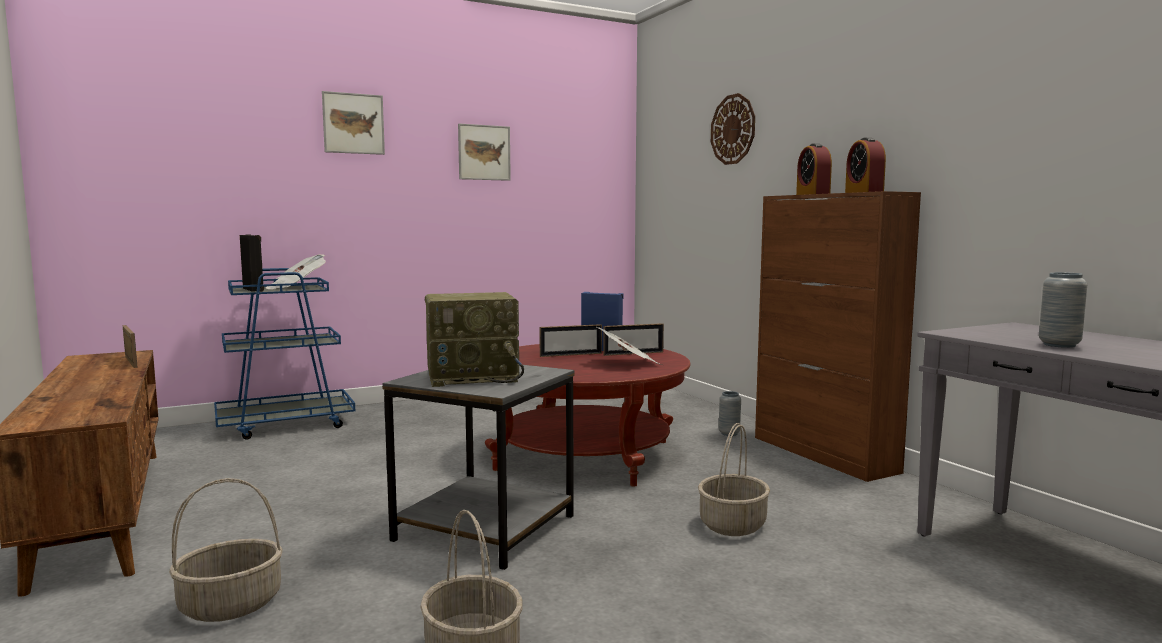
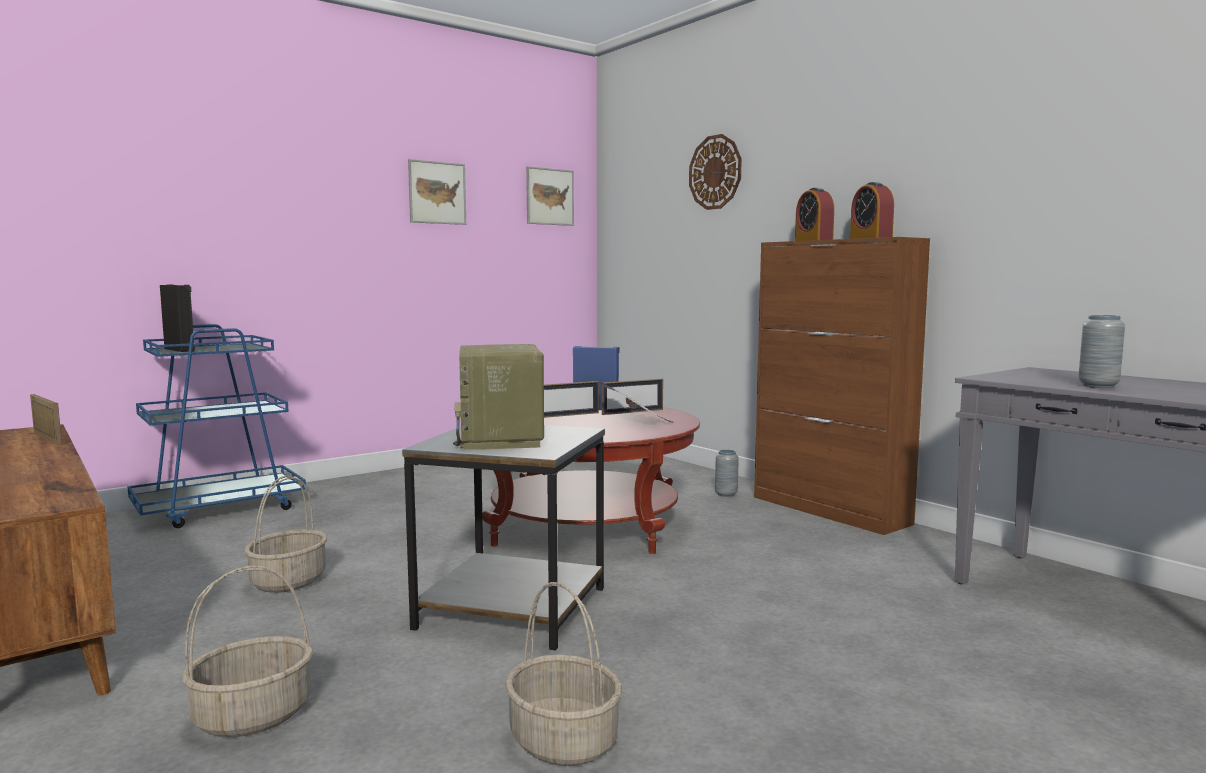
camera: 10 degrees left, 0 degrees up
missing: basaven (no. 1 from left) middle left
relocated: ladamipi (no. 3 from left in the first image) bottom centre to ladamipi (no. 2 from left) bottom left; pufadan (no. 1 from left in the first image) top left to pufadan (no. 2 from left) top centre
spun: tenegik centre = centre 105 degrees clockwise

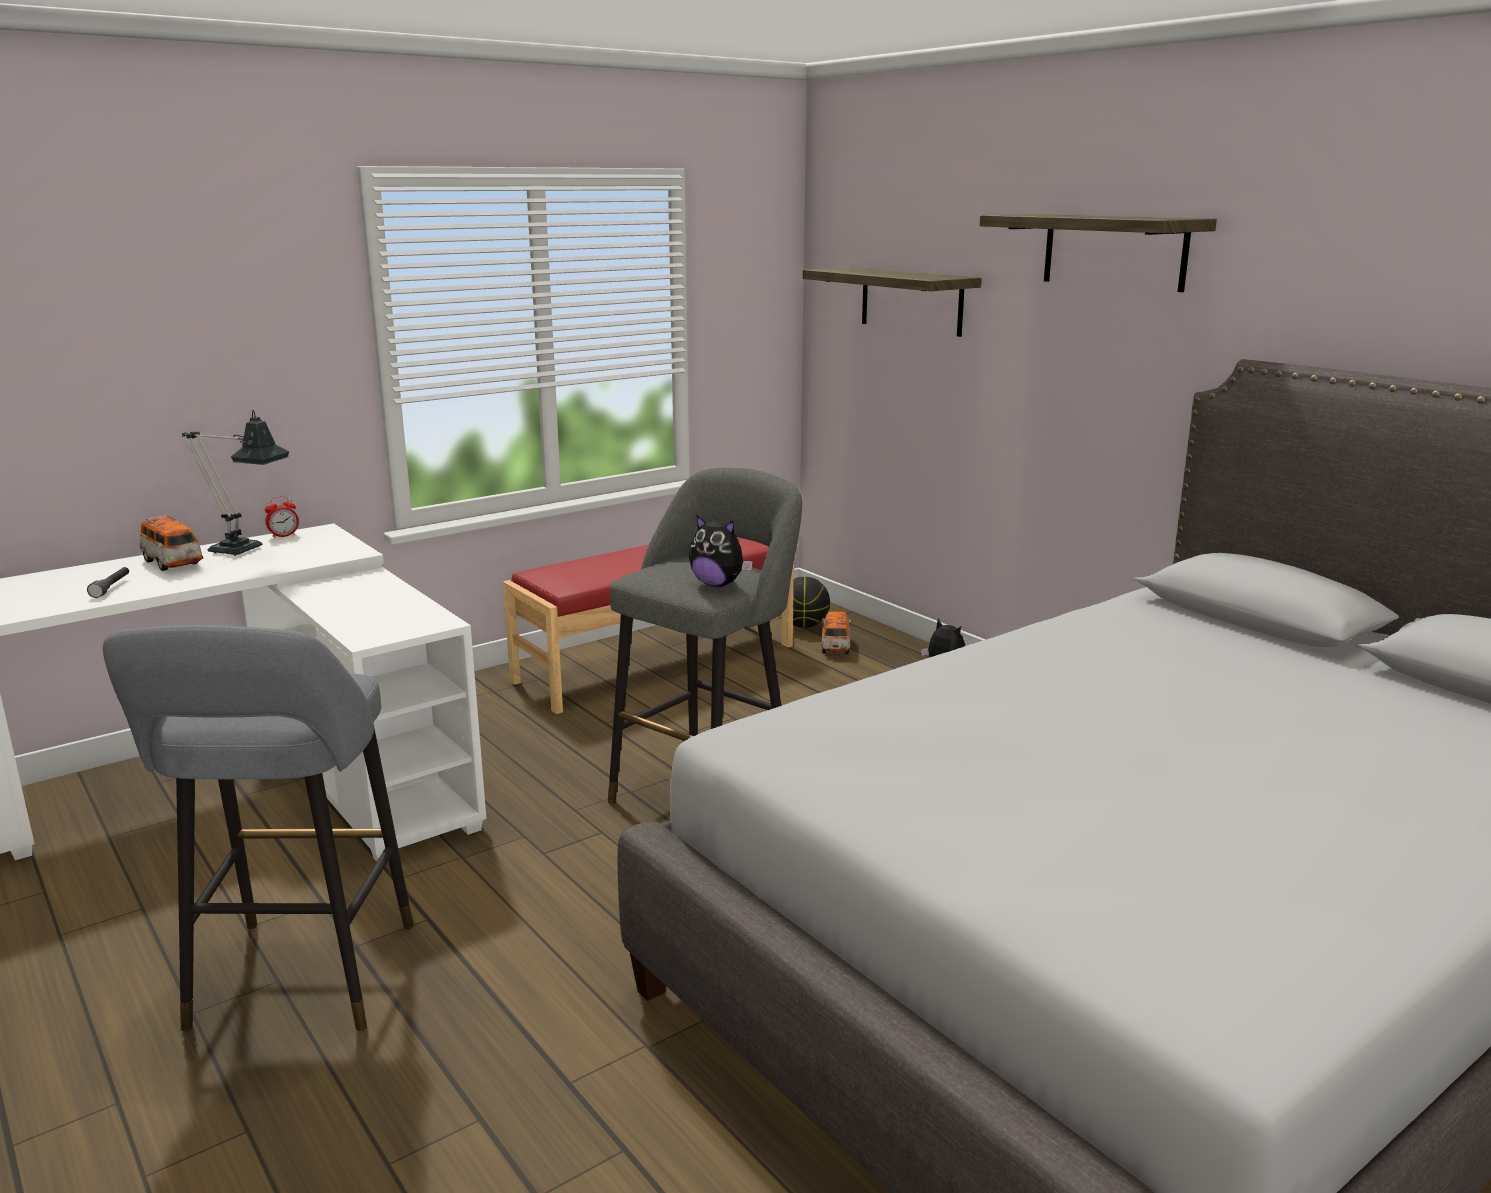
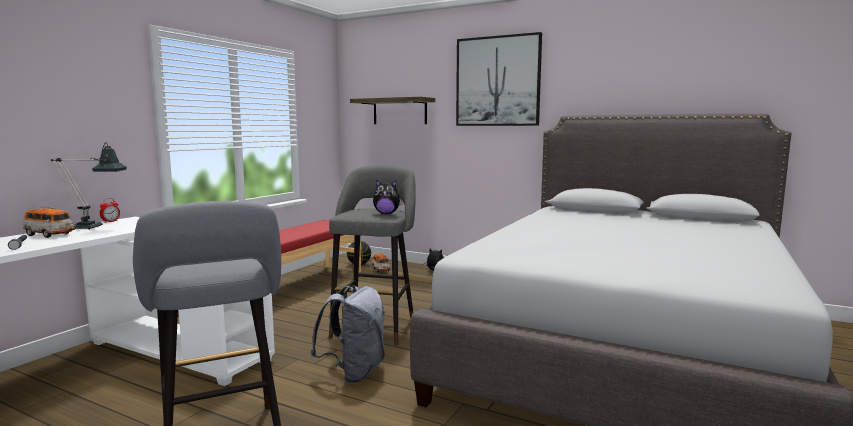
camera: 25 degrees left, 10 degrees down
appeared: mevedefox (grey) bottom centre
exchanged: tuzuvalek (no. 2 from left) top right to pufadan top centre

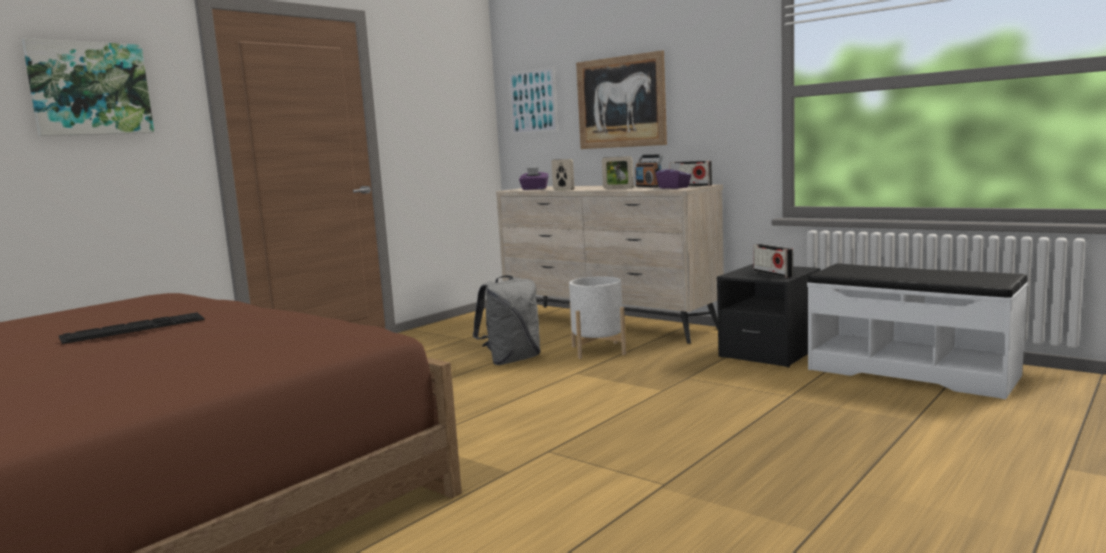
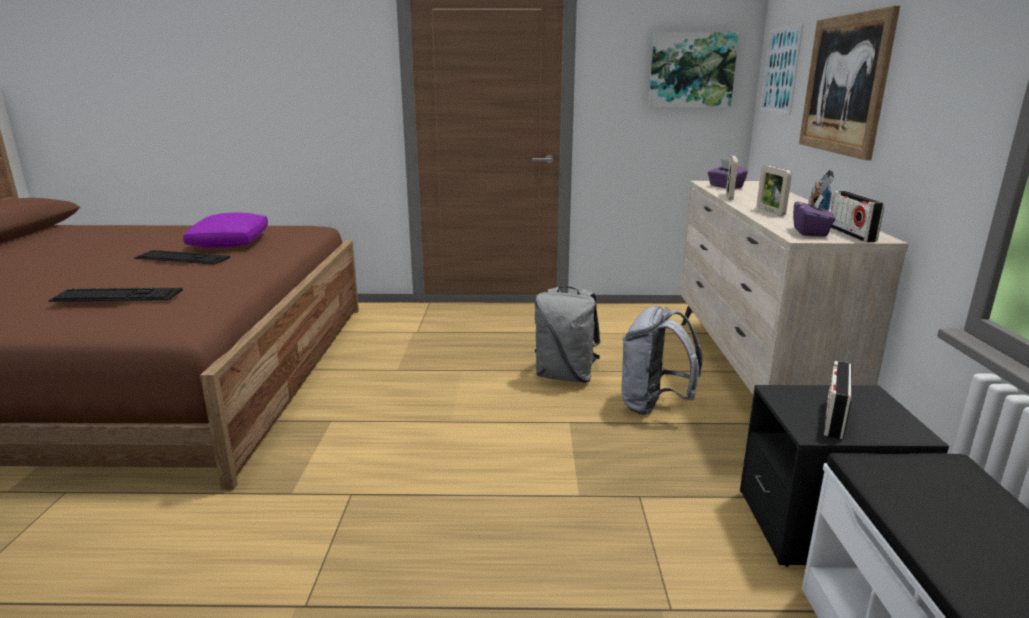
camera: 50 degrees right, 10 degrees up
appeared: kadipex (no. 1 from left) middle left; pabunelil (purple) middle left
relocated: pufadan (no. 1 from left) top left to top right
exchanged: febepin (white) centre to mevedefox (grey) (no. 2 from left) centre

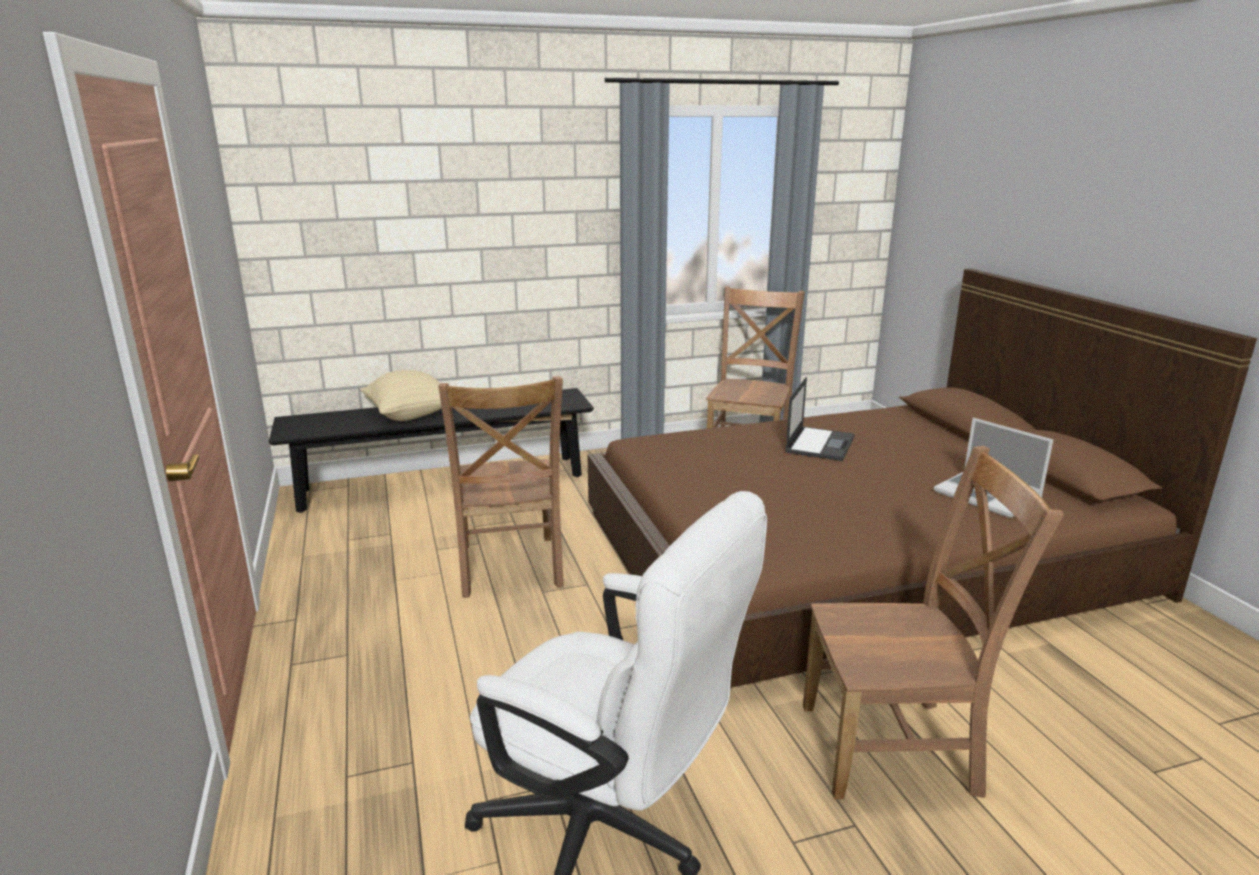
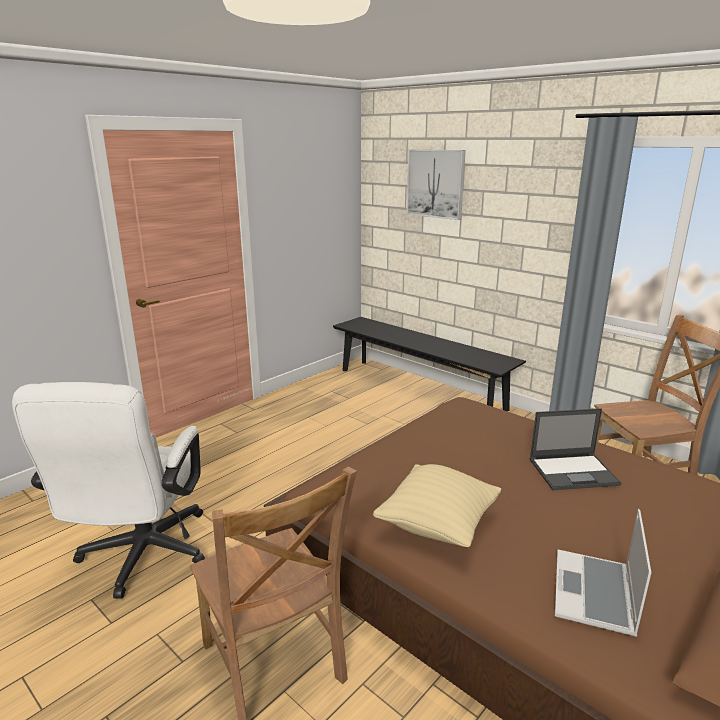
camera: 60 degrees right, 0 degrees up
missing: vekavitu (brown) (no. 1 from left) centre
appeared: pufadan top centre
relocated: pabunelil (beige) middle left to bottom centre

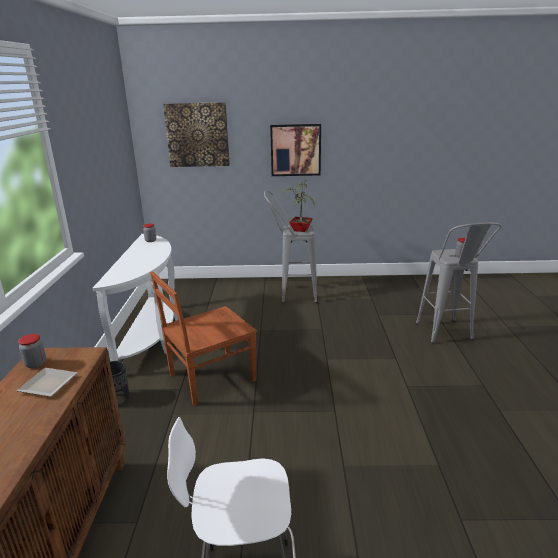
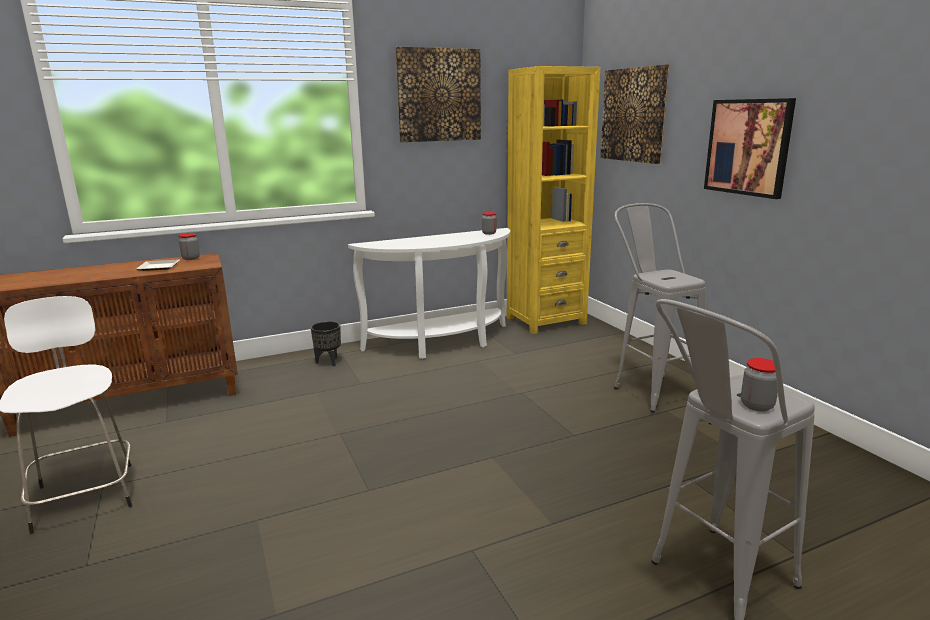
camera: 65 degrees right, 5 degrees down
missing: vekavitu (brown) centre; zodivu centre
appeared: pufadan (no. 1 from left) top centre; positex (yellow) top centre

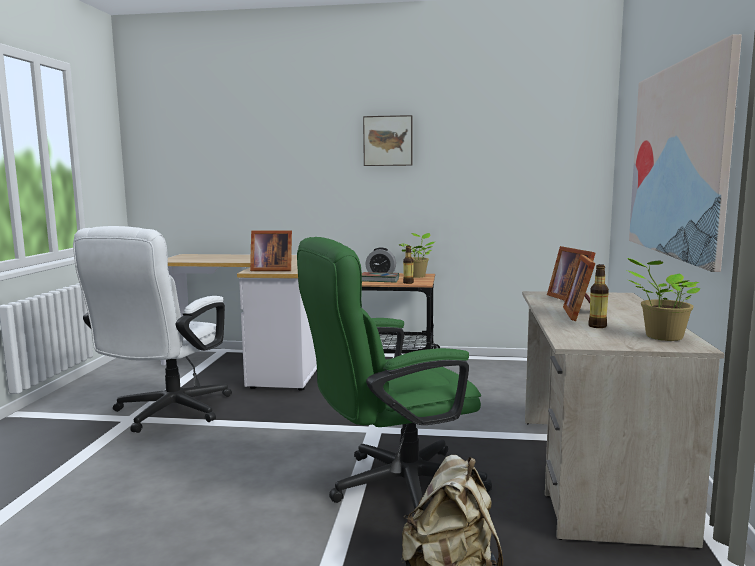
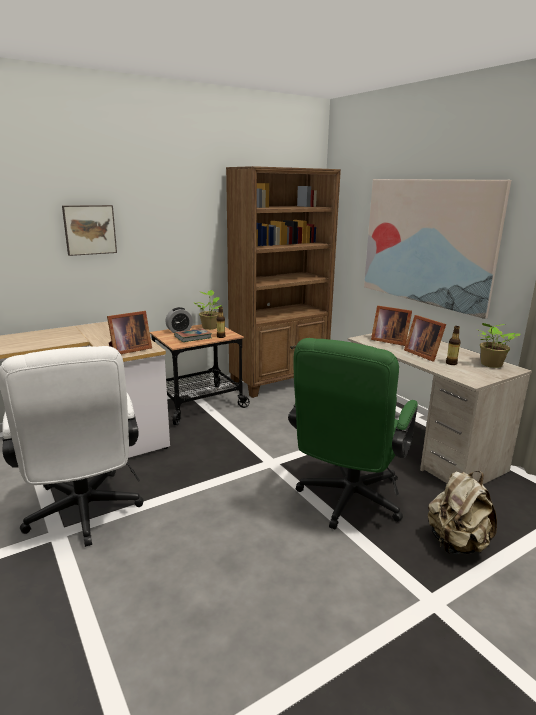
camera: 40 degrees left, 10 degrees up
appeared: positex (brown) centre
relocated: pufadan (no. 1 from left) top centre to top left

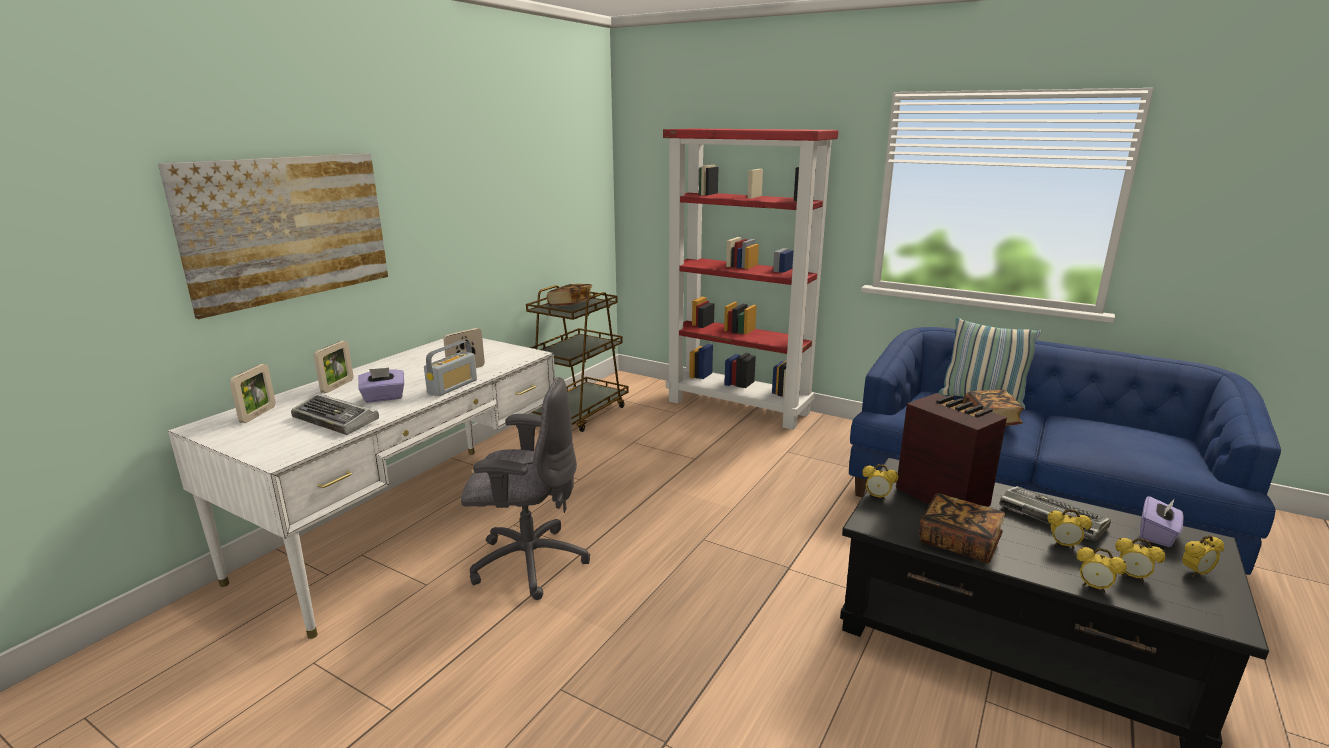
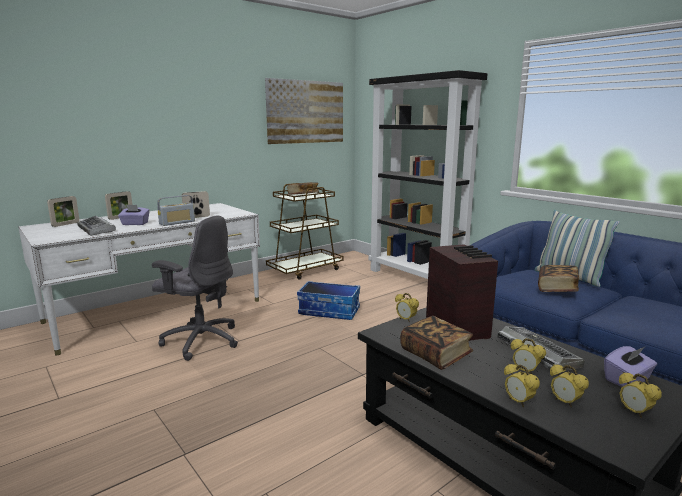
camera: 20 degrees right, 5 degrees down
appeared: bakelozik centre
relocated: pufadan top left to top centre
colour: positex (red) centre to positex (black) centre
spun: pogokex (no. 5 from left) bottom right = bottom right 60 degrees clockwise

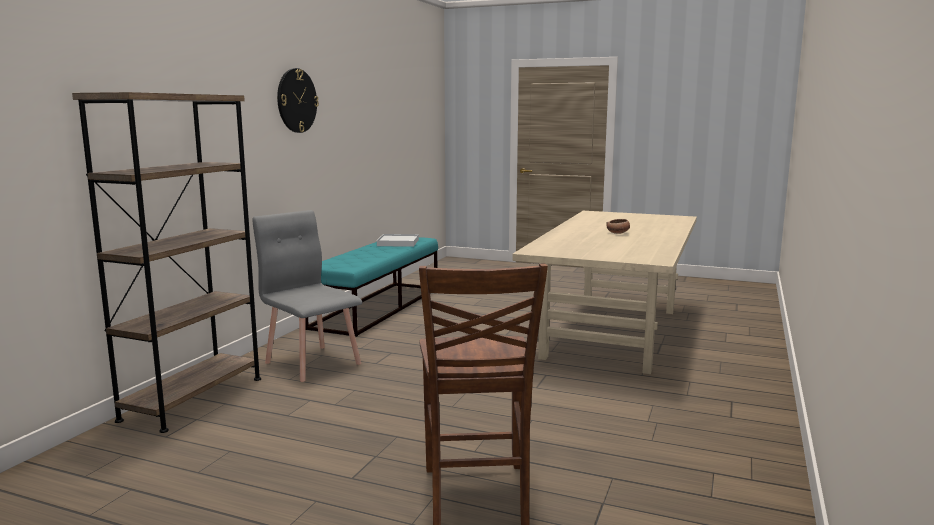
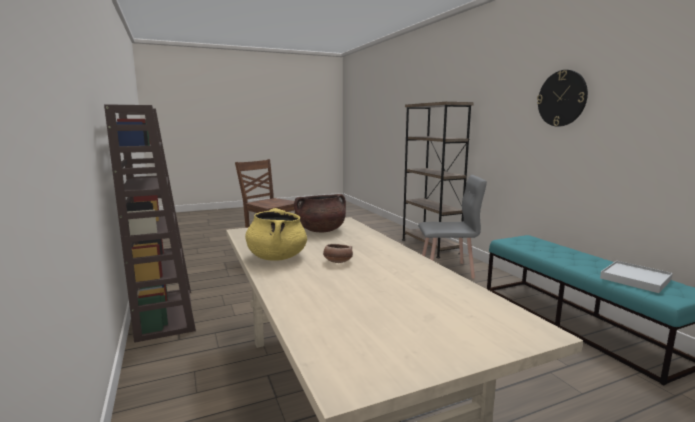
camera: 135 degrees right, 0 degrees up
appeared: positex (brown) (no. 1 from left) middle left; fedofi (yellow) centre; fedofi (brown) centre

